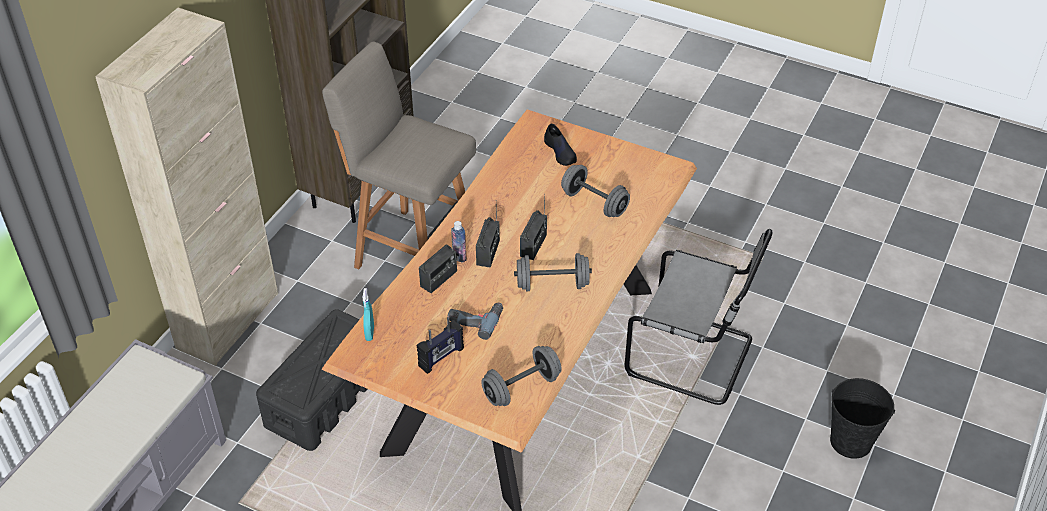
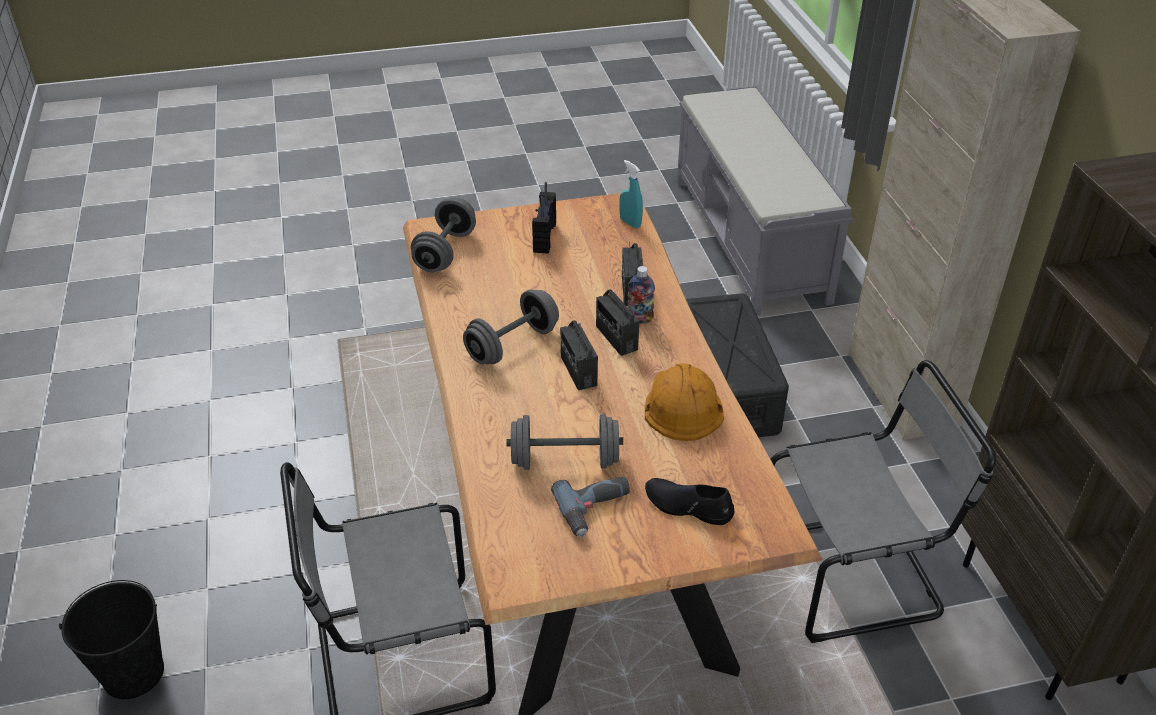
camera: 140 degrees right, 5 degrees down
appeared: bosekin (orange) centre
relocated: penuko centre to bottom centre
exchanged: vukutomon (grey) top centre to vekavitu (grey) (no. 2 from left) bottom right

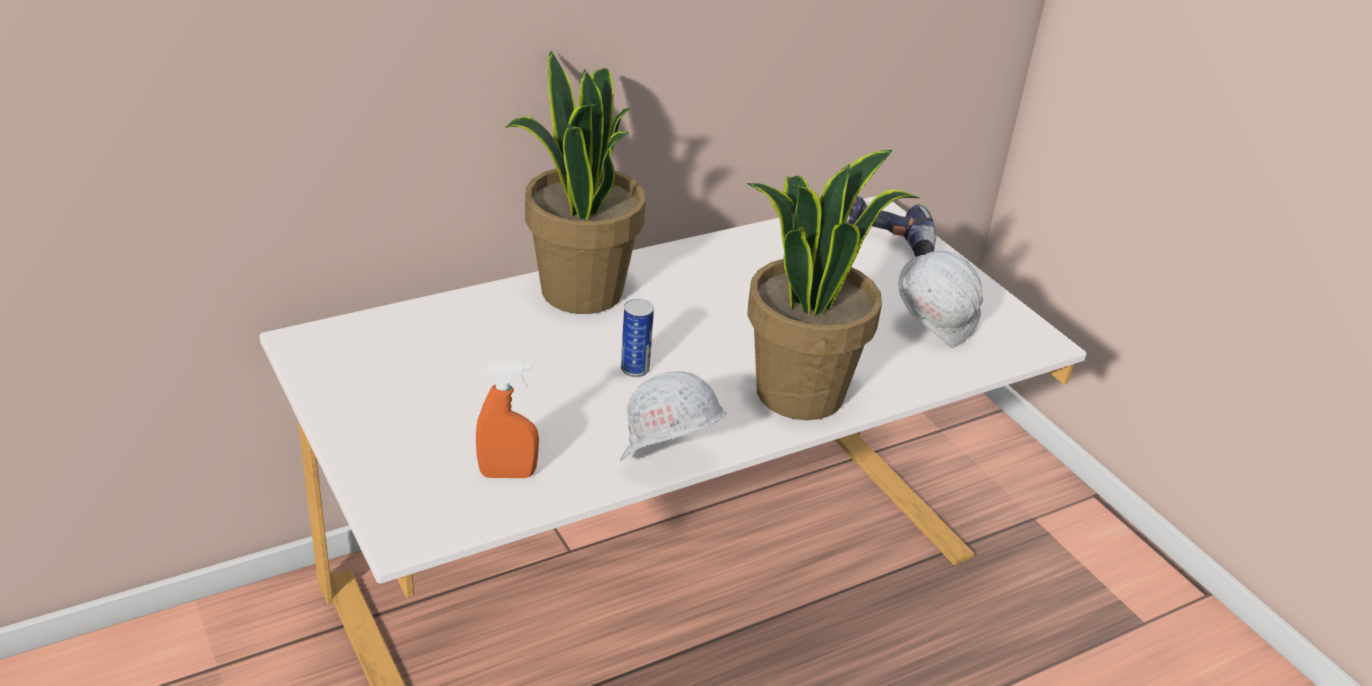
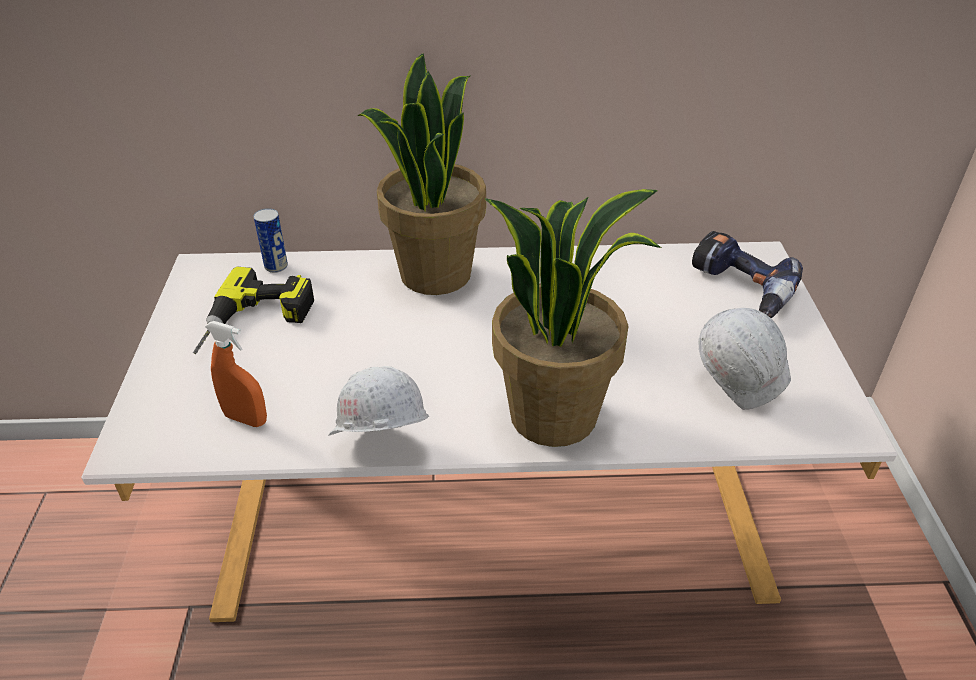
camera: 30 degrees right, 5 degrees up
appeared: penuko (no. 1 from left) middle left
relocated: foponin centre to middle left

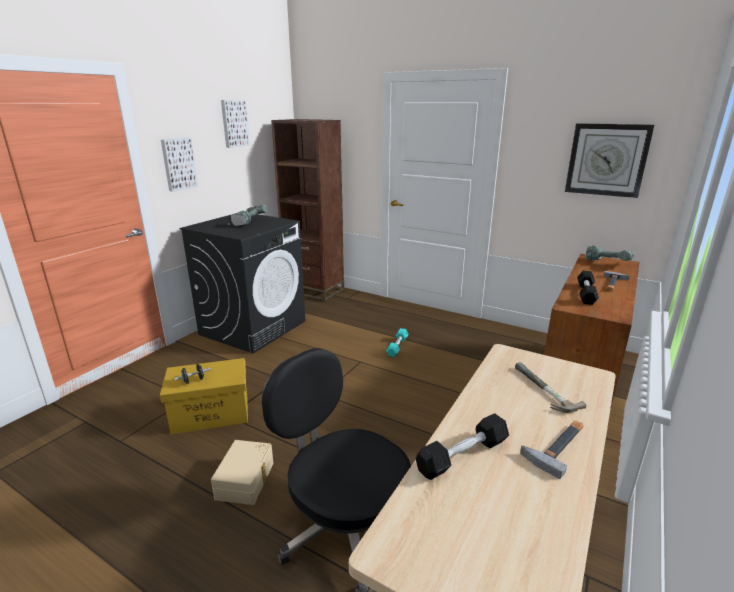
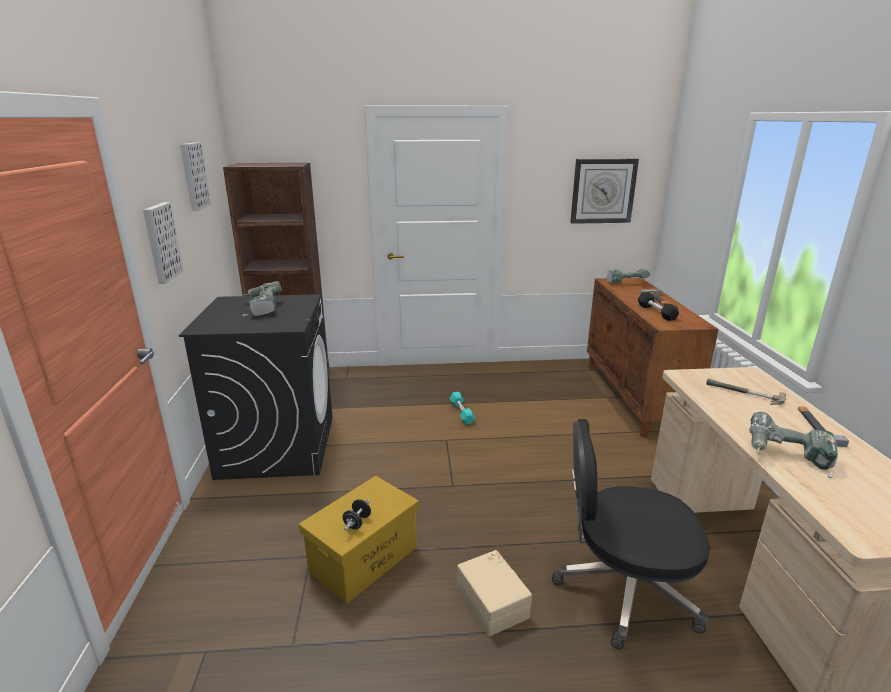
camera: 35 degrees left, 0 degrees up
exchanged: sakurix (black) (no. 2 from left) bottom centre to penuko (no. 3 from left) middle right

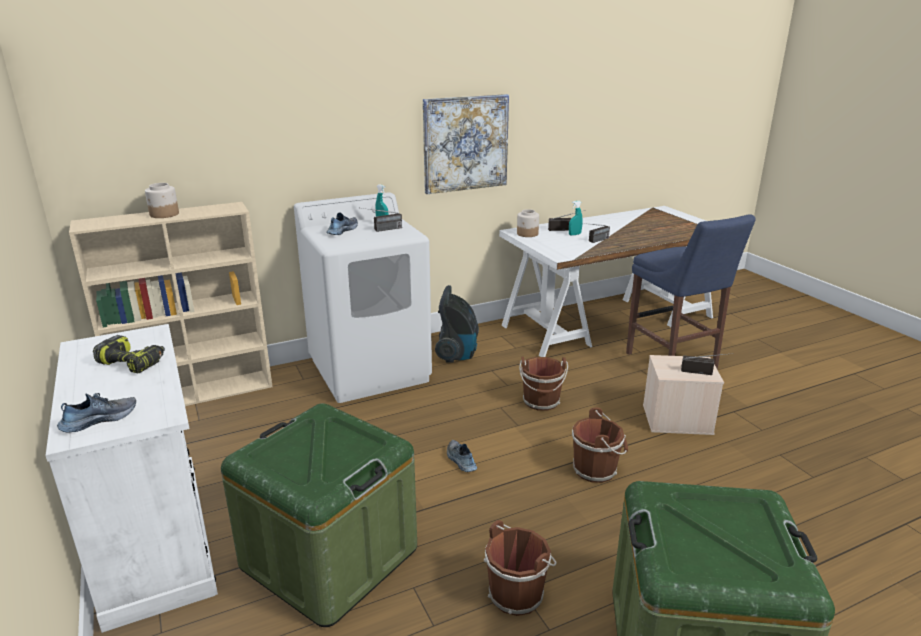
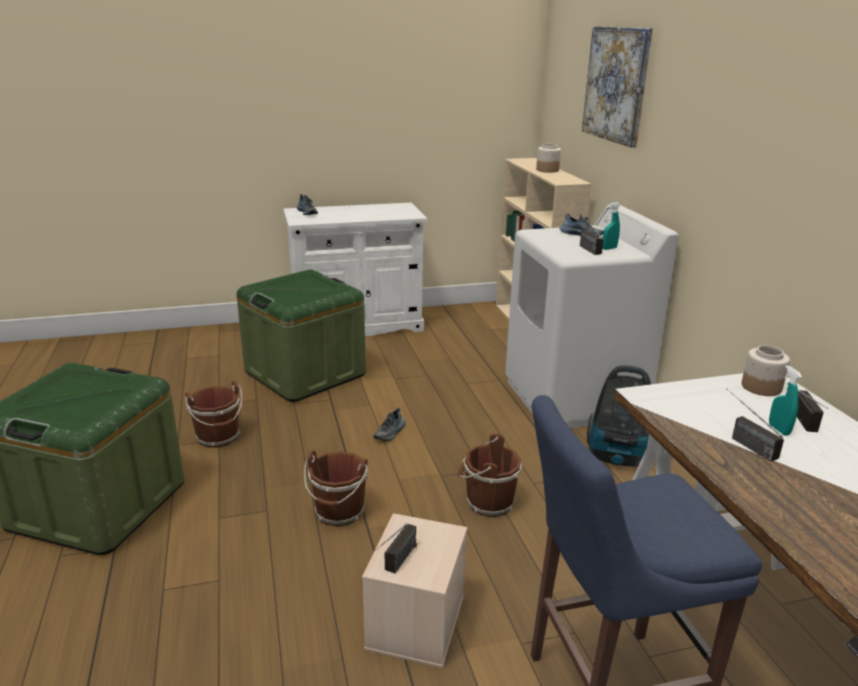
camera: 100 degrees right, 0 degrees up
missing: penuko middle left
relocated: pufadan top centre to top right
spun: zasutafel (no. 3 from left in the first image) bottom centre = centre 135 degrees clockwise

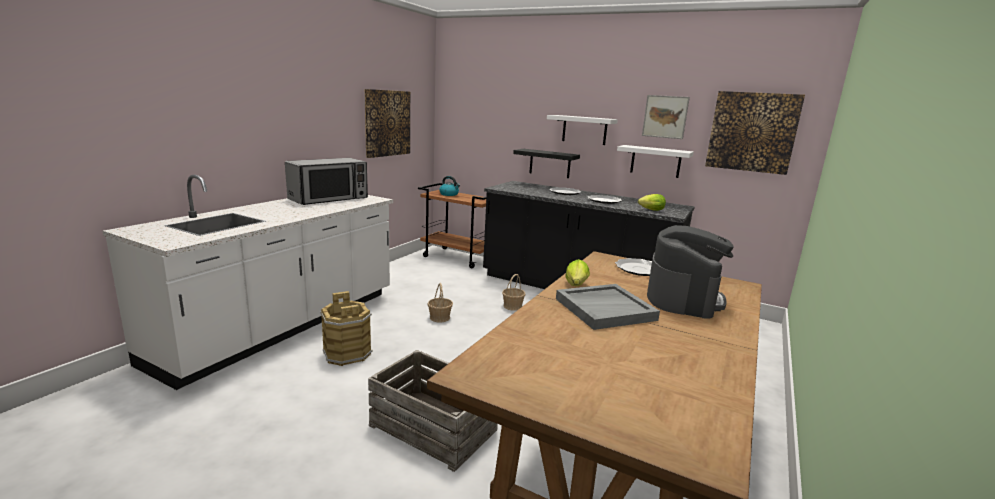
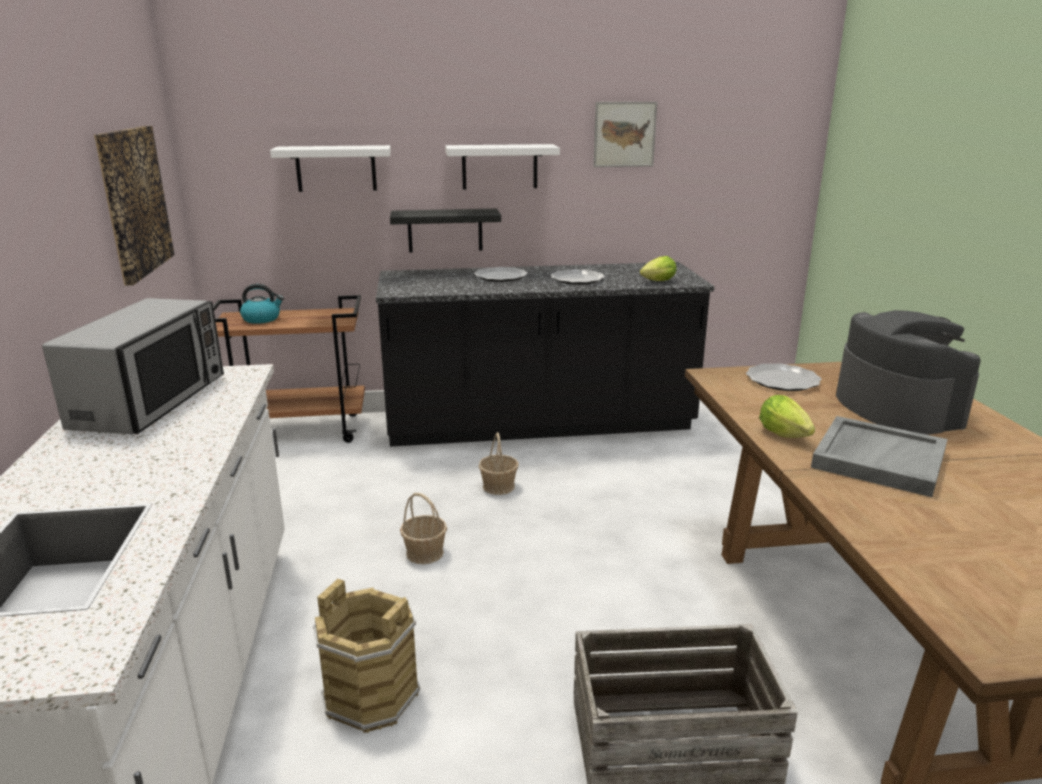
camera: 35 degrees left, 5 degrees up
missing: pufadan (no. 3 from left) top right
relocated: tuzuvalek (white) (no. 2 from left in the first image) top centre to tuzuvalek (white) (no. 1 from left) top left

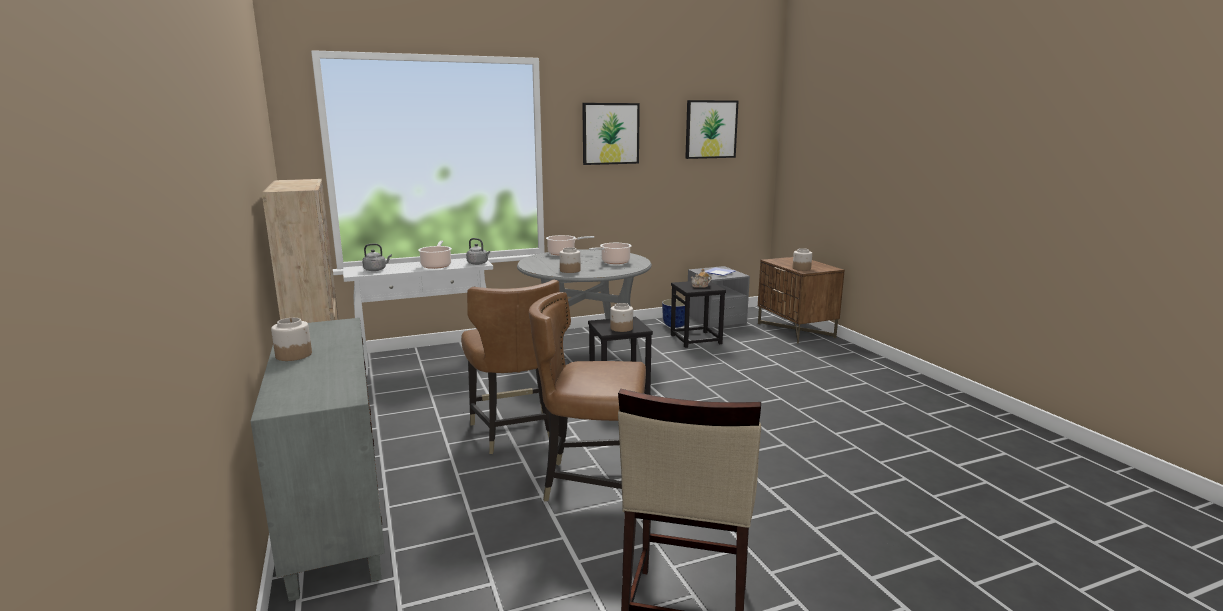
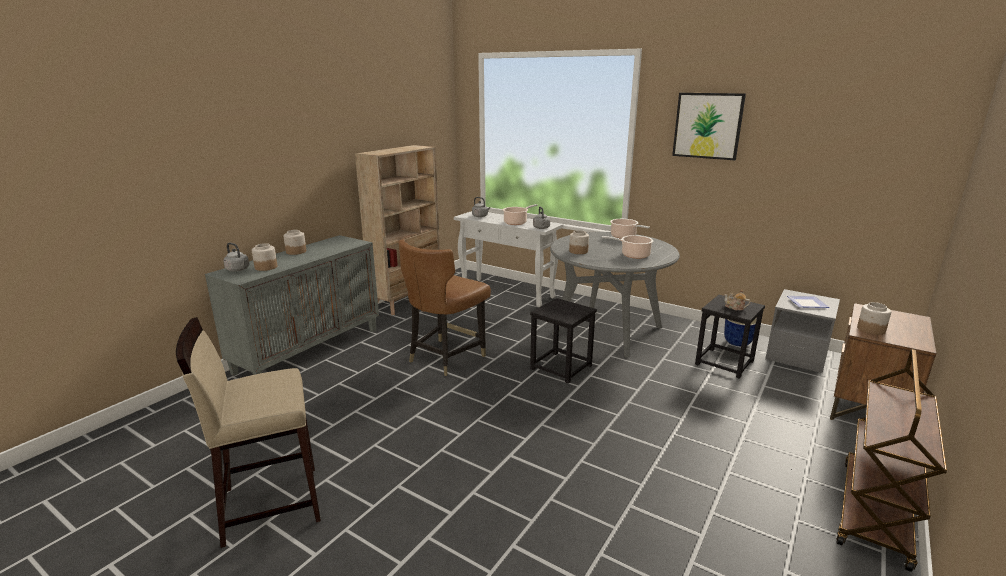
camera: 55 degrees right, 5 degrees up
missing: vekavitu (brown) (no. 2 from left) centre; pufadan (no. 2 from left) top centre
appeared: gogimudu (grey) (no. 1 from left) middle left; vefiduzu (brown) bottom right
relocated: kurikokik (no. 3 from left in the first image) centre to kurikokik (no. 1 from left) middle left

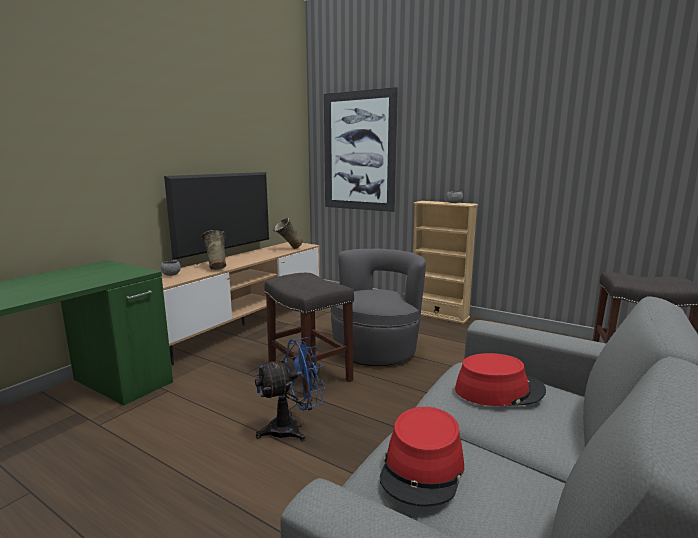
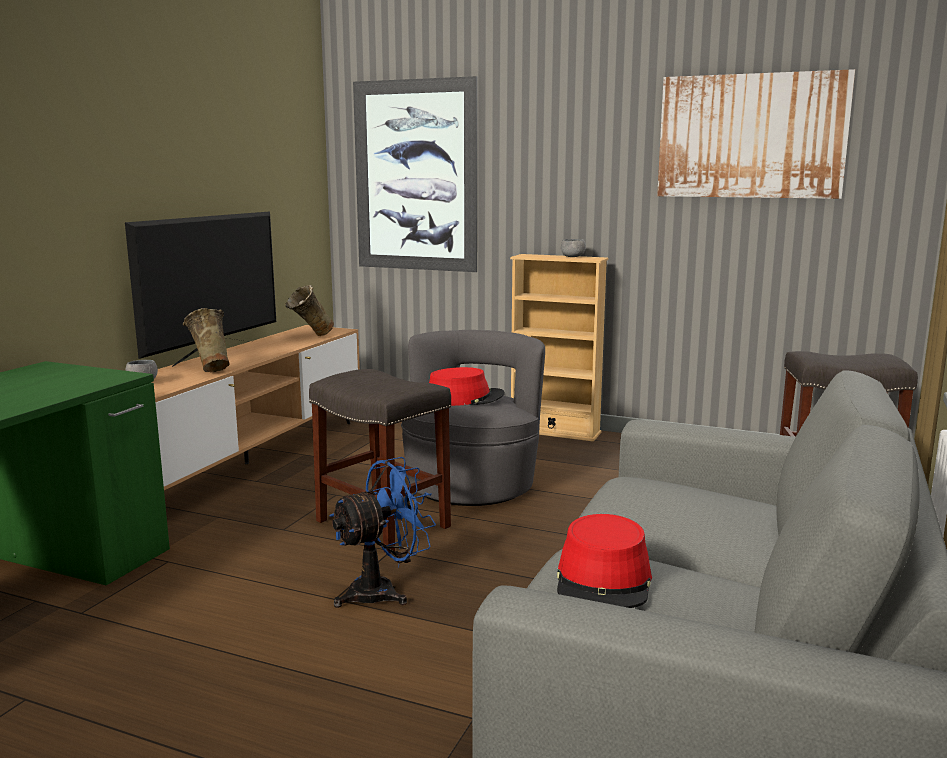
camera: 10 degrees left, 0 degrees up
appeared: pufadan (no. 2 from left) top right
relocated: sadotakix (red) (no. 2 from left in the first image) bottom right to sadotakix (red) (no. 1 from left) centre

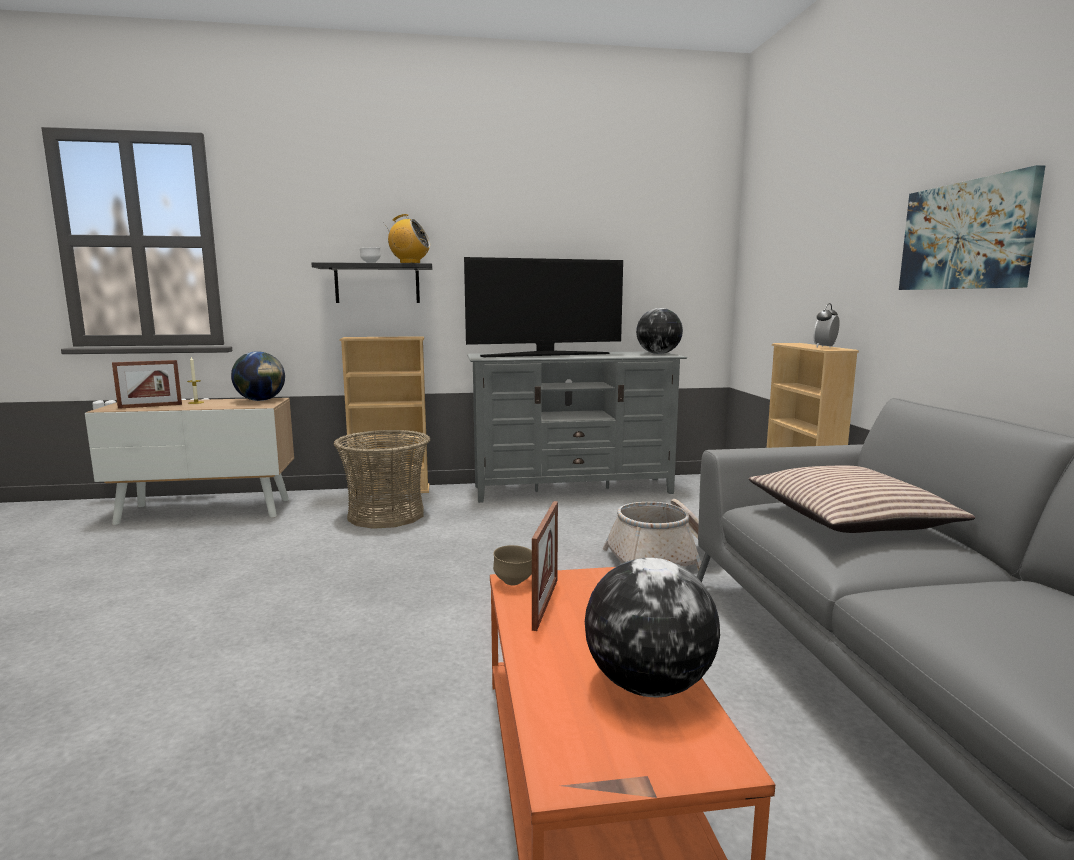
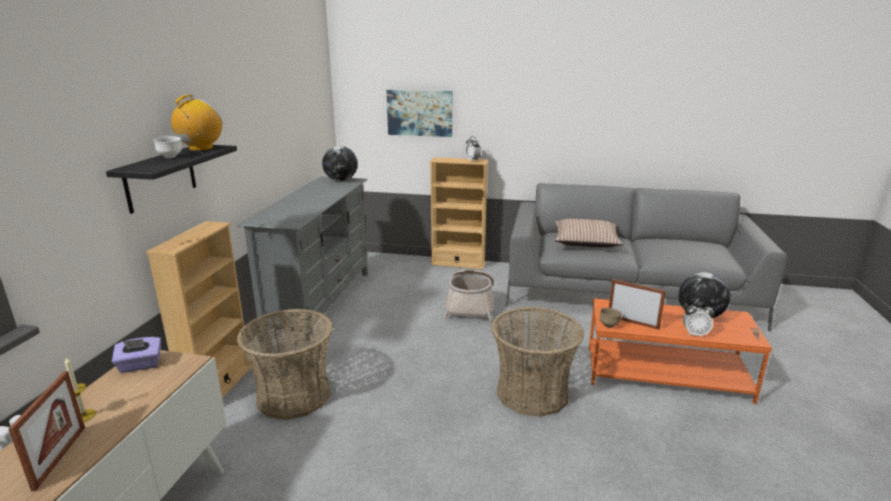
camera: 70 degrees left, 10 degrees up
missing: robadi centre
appeared: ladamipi (no. 3 from left) bottom centre; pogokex (no. 2 from left) middle right
relocated: pufadan top right to top centre
exchanged: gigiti (no. 1 from left) middle left to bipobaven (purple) bottom left

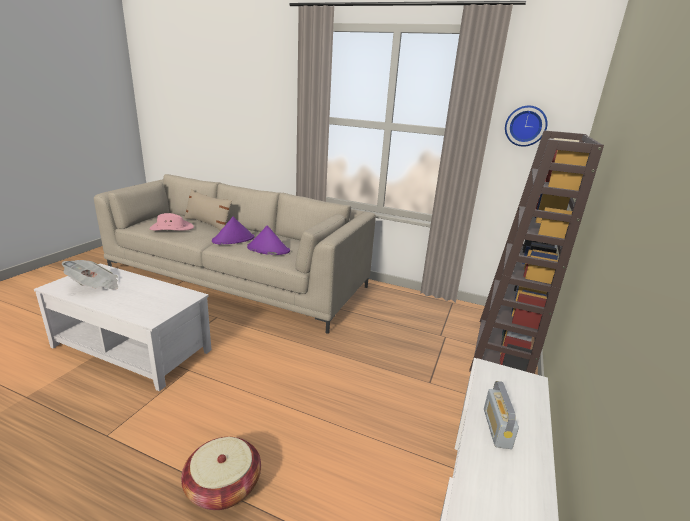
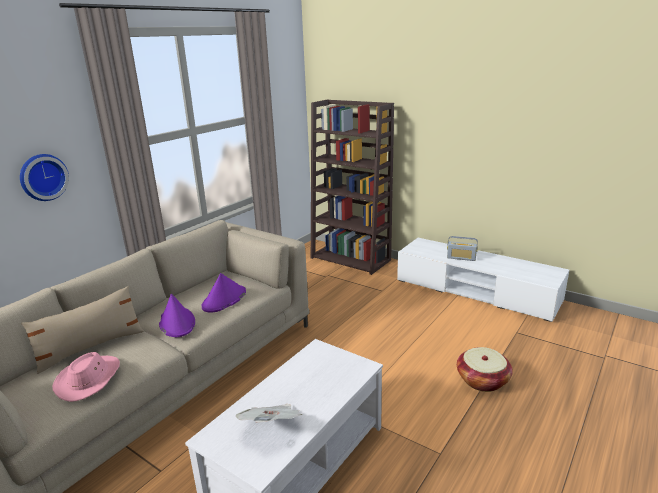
camera: 75 degrees left, 0 degrees up
relocated: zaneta top right to middle left

